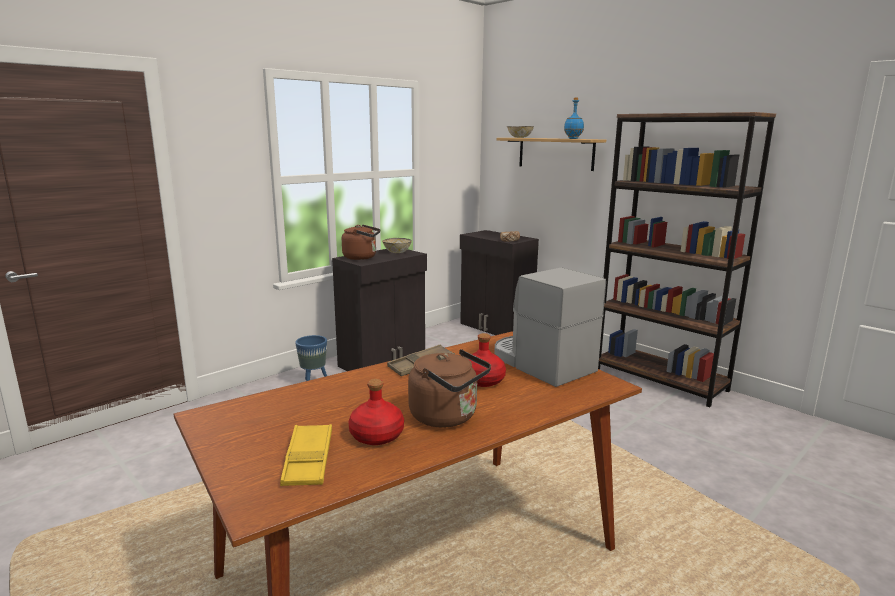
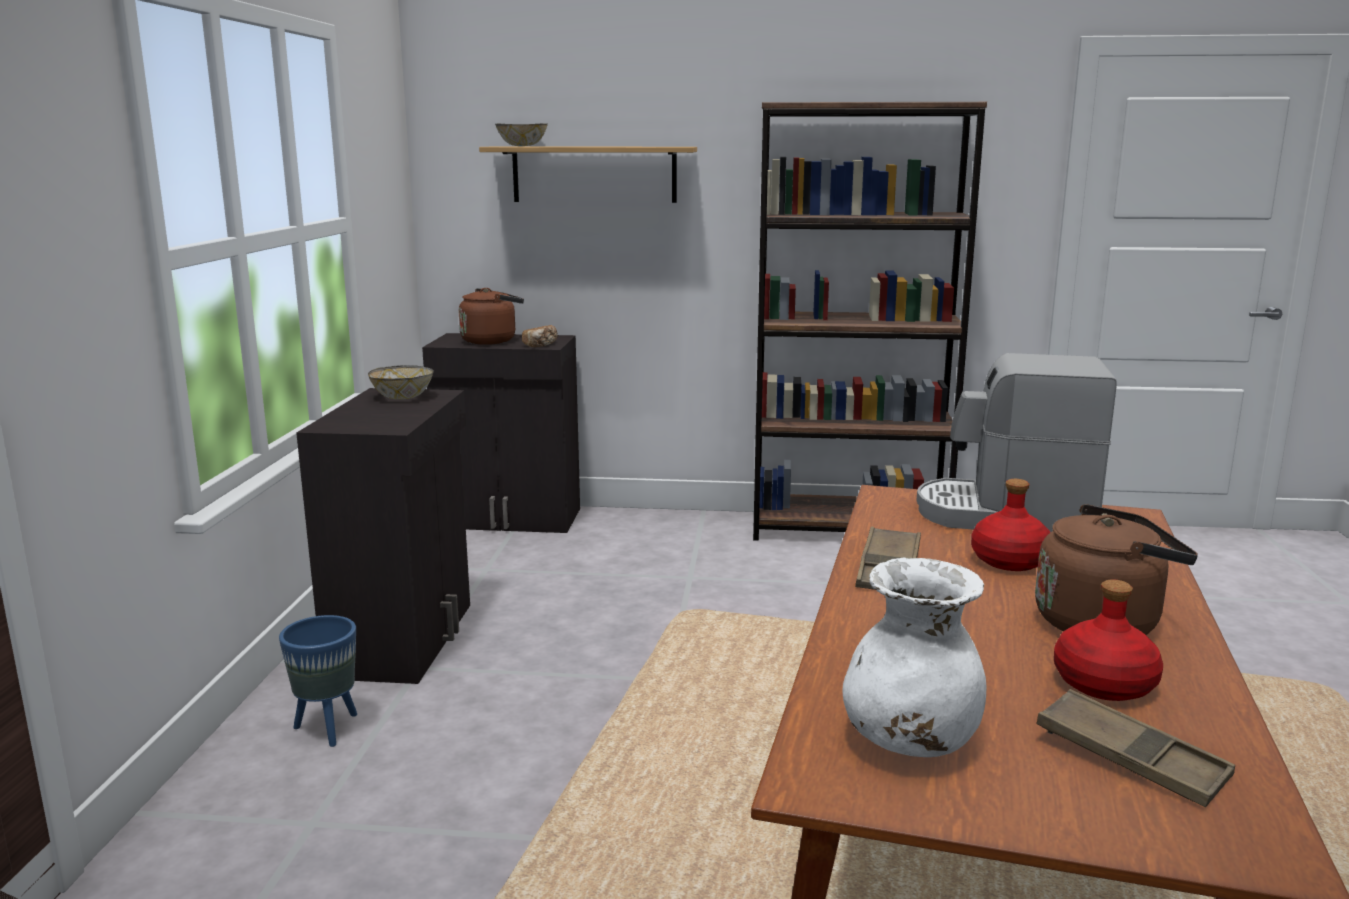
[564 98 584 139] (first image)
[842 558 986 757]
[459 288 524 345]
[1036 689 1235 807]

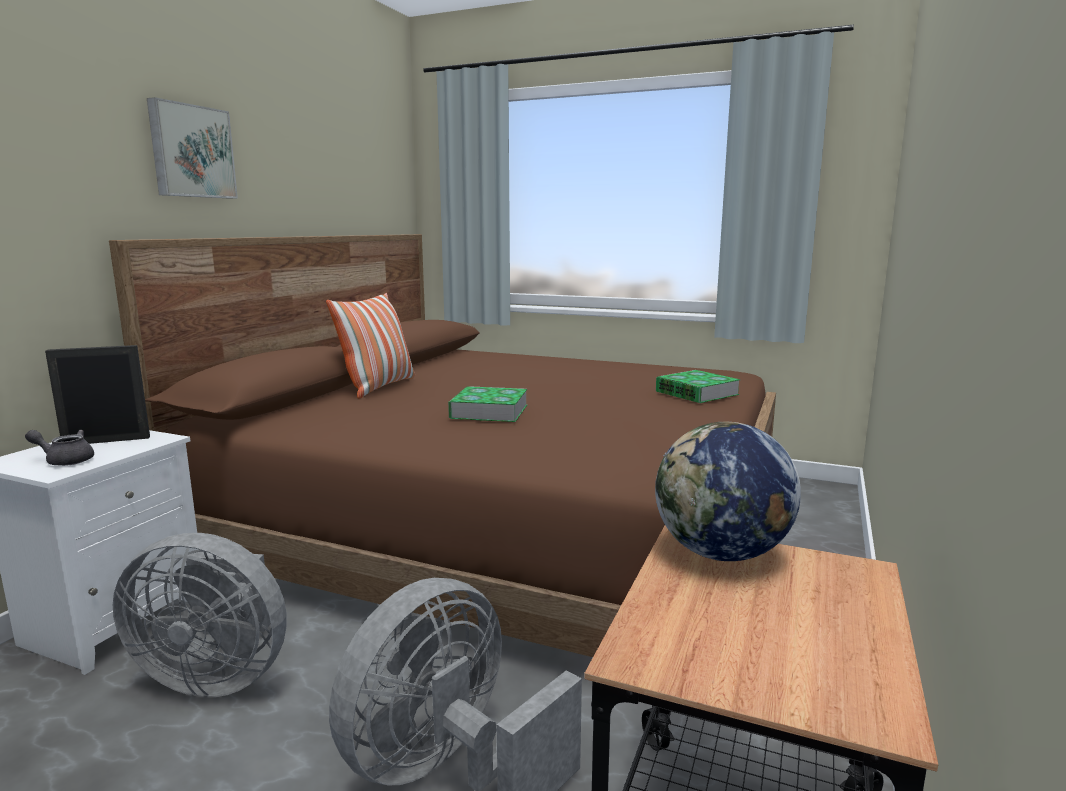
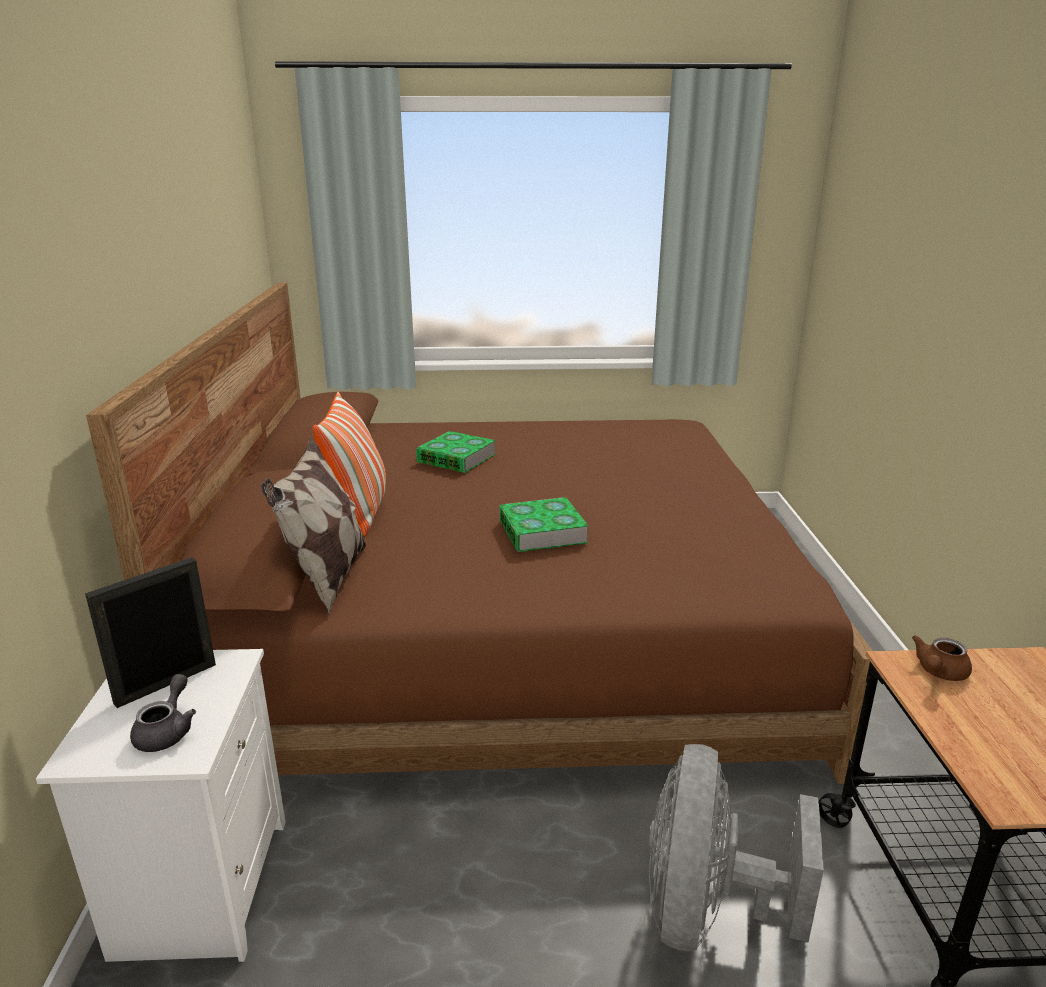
[113 533 287 697] (first image)
[147 97 238 199] (first image)
[261 438 366 614]
[416 431 496 473]
[912 635 972 681]
[130 674 196 752]

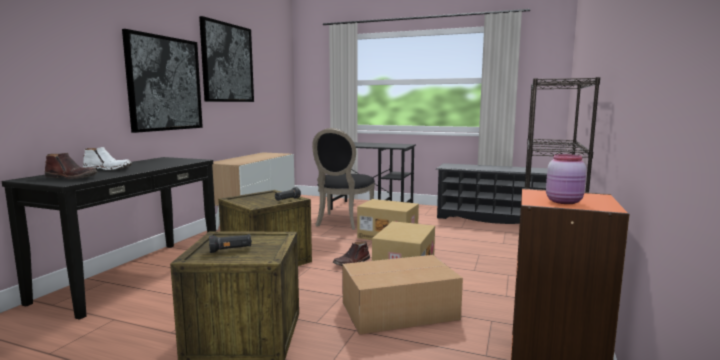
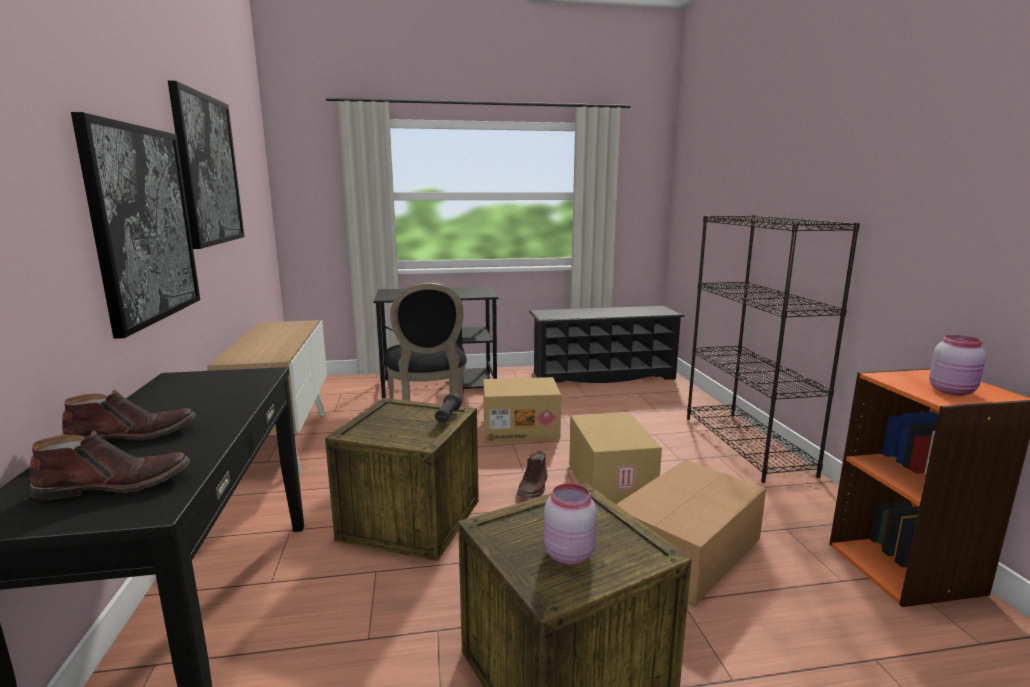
[544 483 597 565]
[62 390 196 440]

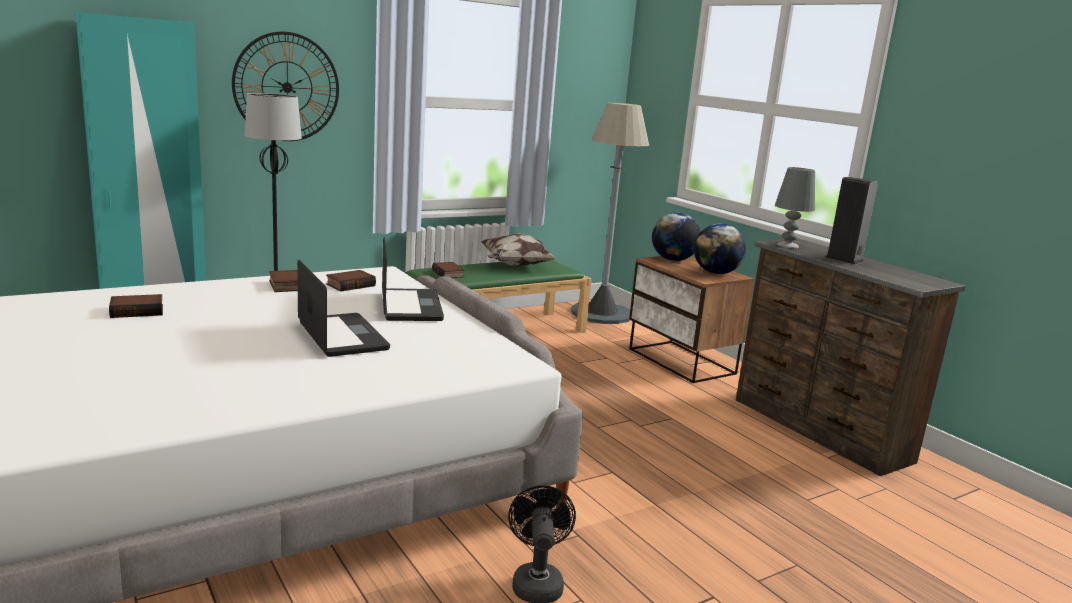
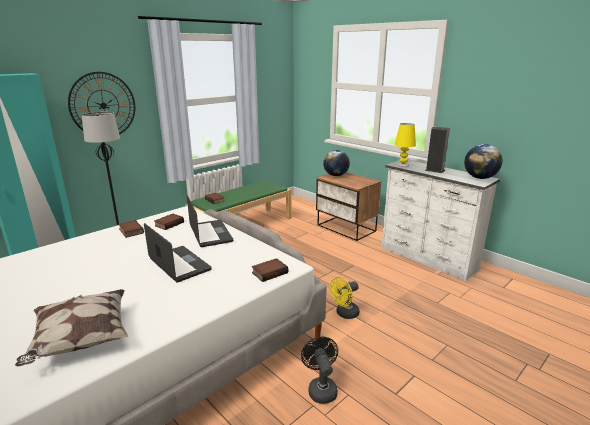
[571 103 649 324] (first image)
[330 277 360 319]
[252 258 288 282]
[15 289 129 367]
[464 144 503 179]
[381 160 500 281]
[394 123 416 167]

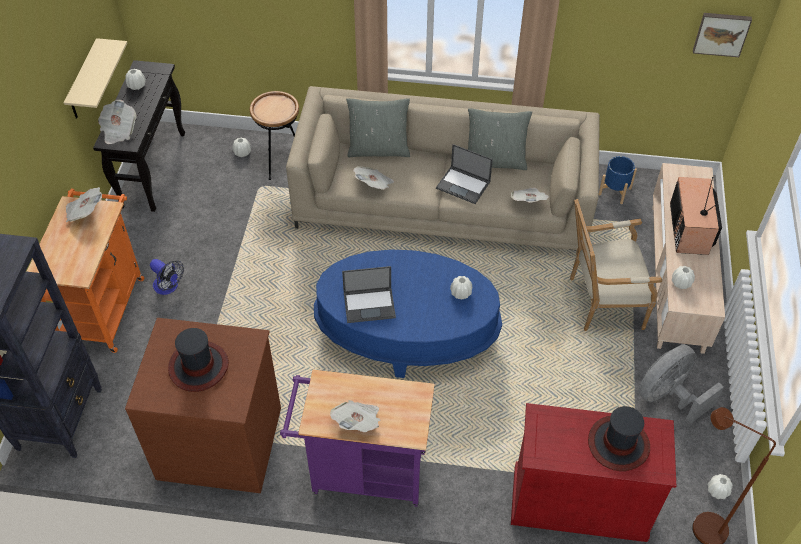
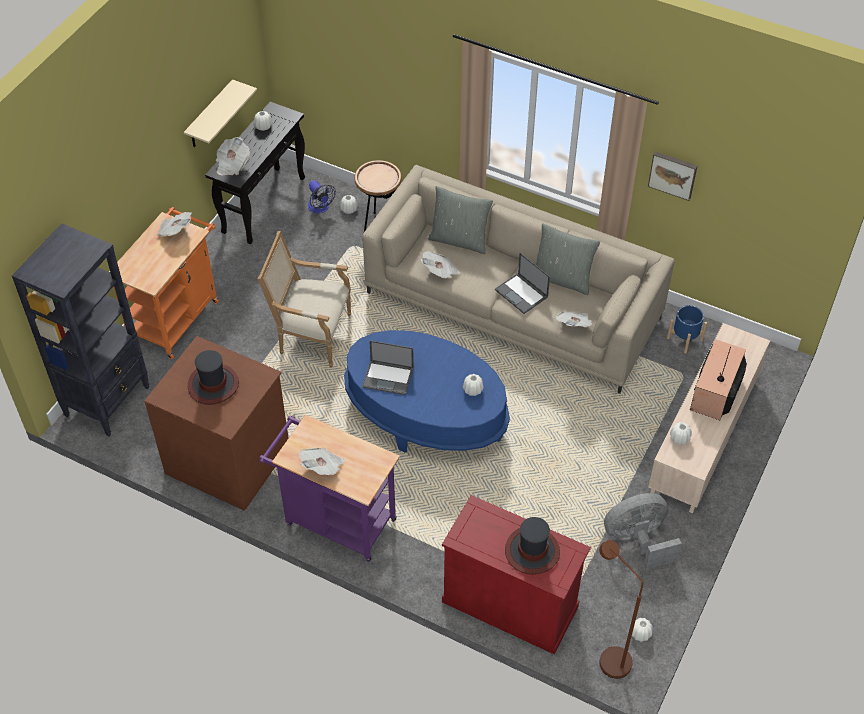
[308 180 336 214]
[258 231 351 367]
[648 151 697 201]

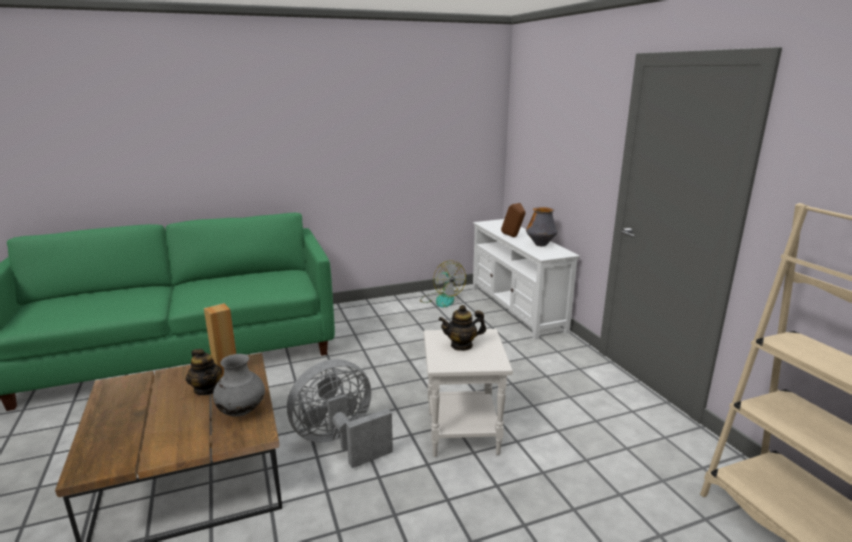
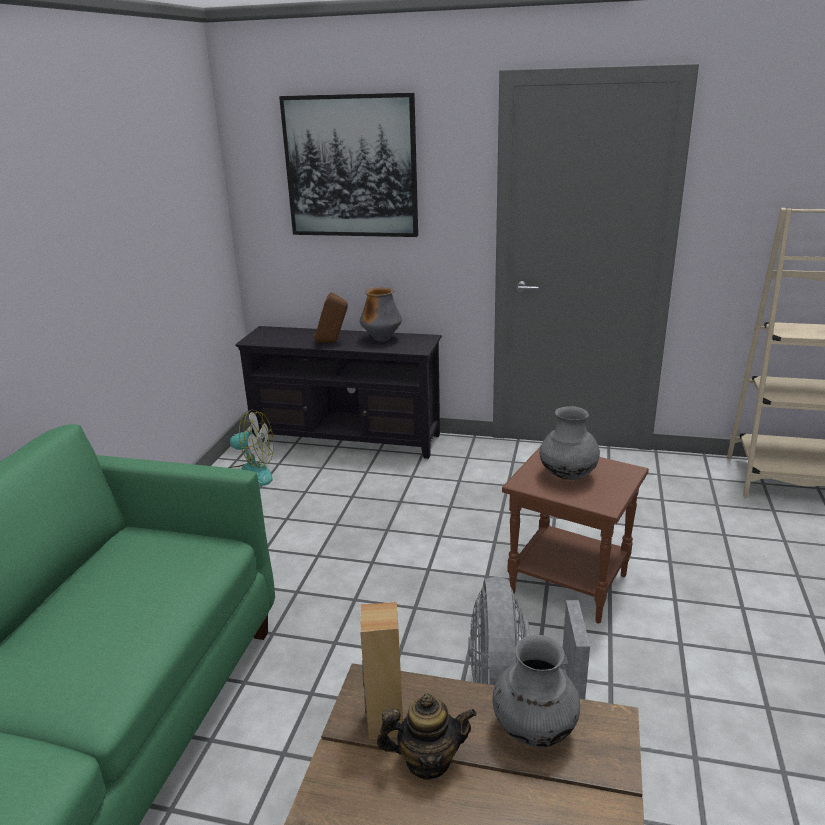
[279 93 418 237]
[540 406 600 480]
[502 447 649 624]
[235 326 442 459]

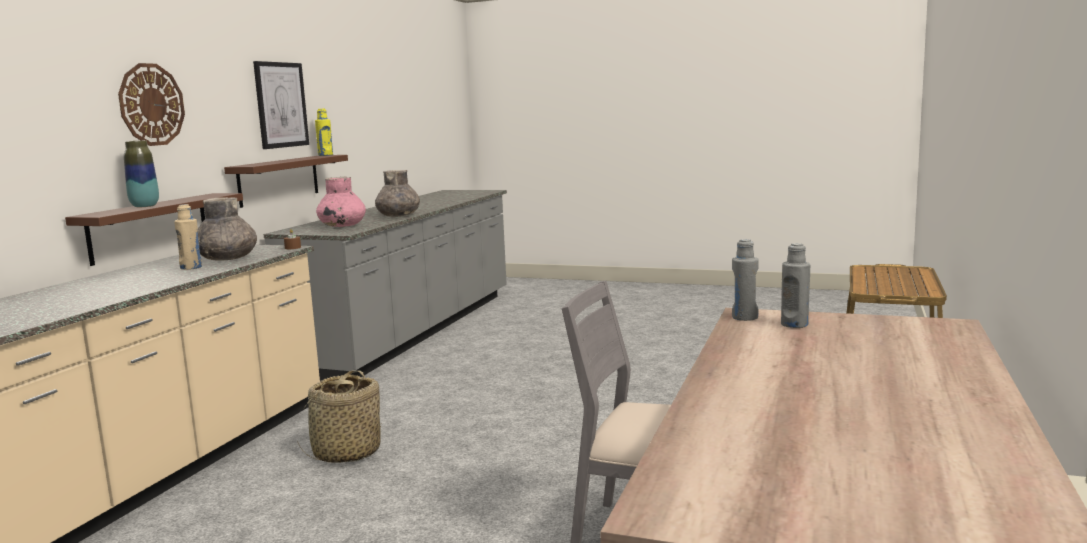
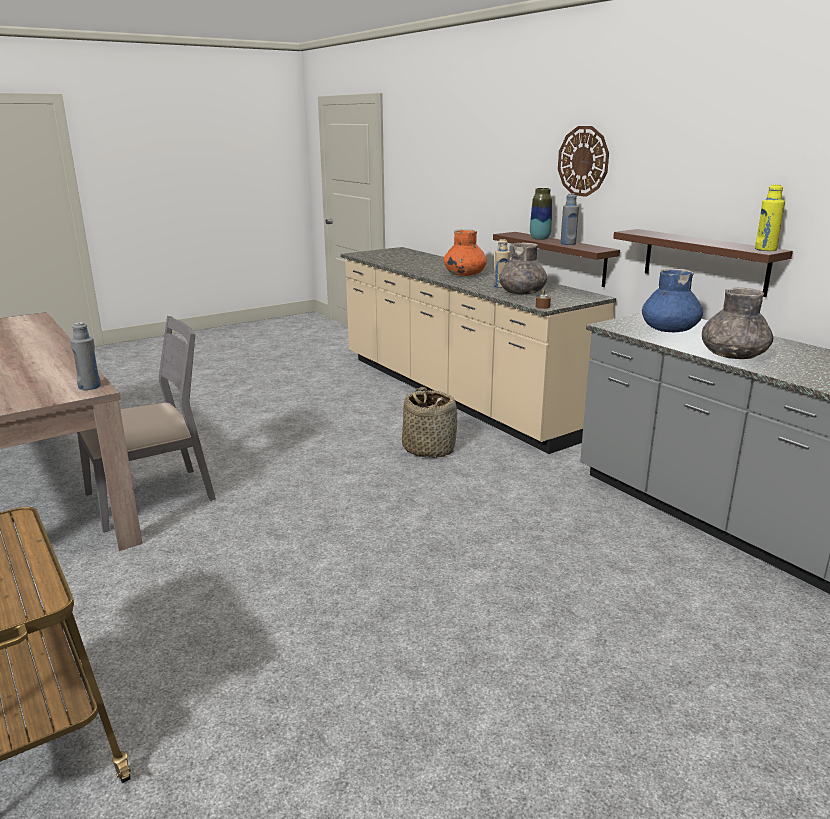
[253 61 309 149] (first image)
[444 230 487 276]
[560 193 579 245]
[642 269 703 332]

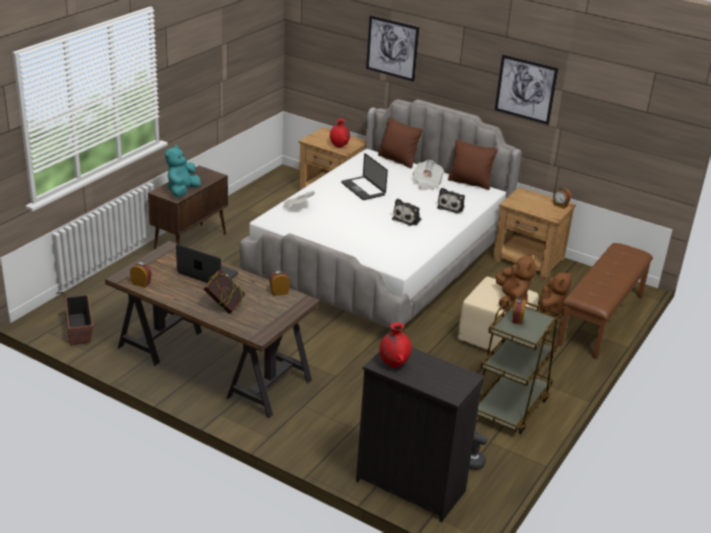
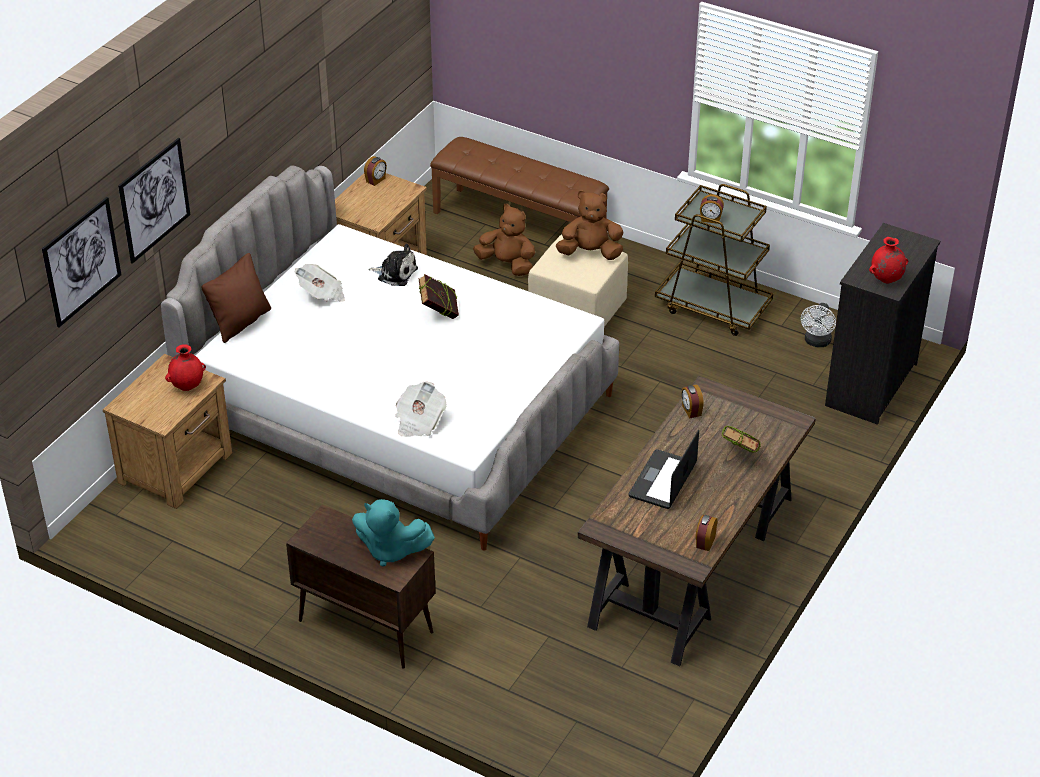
[56 292 93 345] (first image)
[341 153 388 200] (first image)
[448 140 497 190] (first image)
[42 197 121 327]
[418 274 459 319]

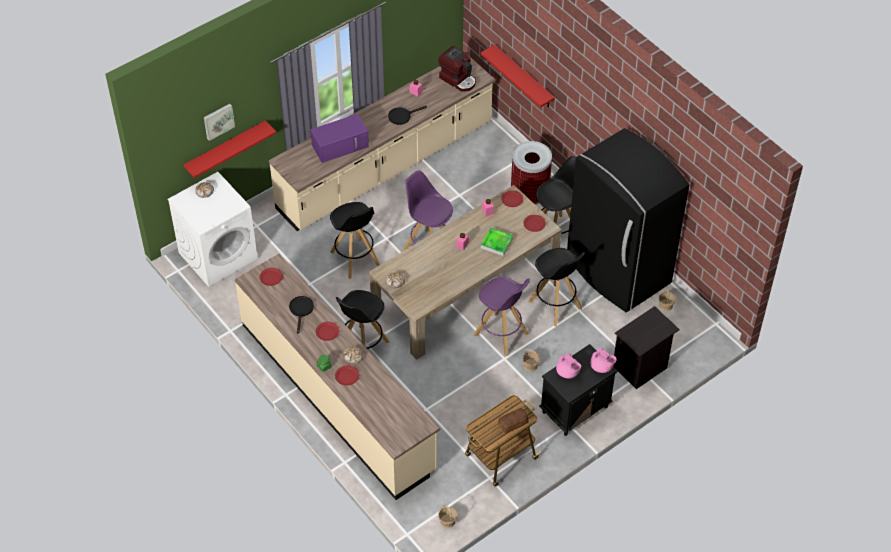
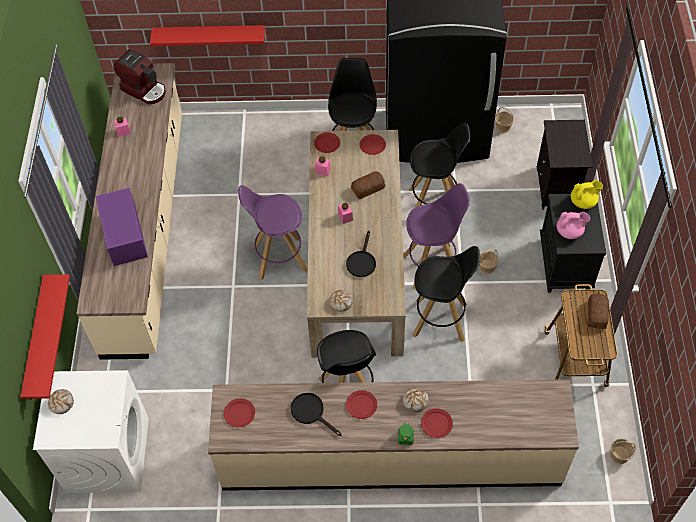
[204 104 235 141] (first image)
[511 141 552 205] (first image)
[412 246 480 342]
[346 231 376 277]
[351 171 385 199]
[571 180 603 209]
[95 188 148 266]
[114 49 166 104]

